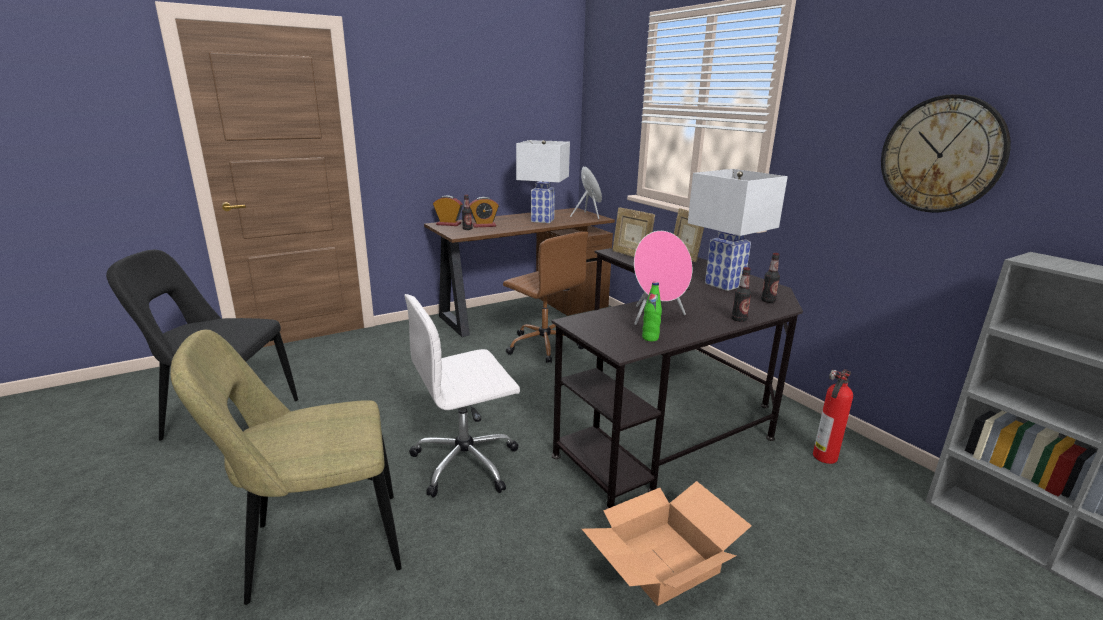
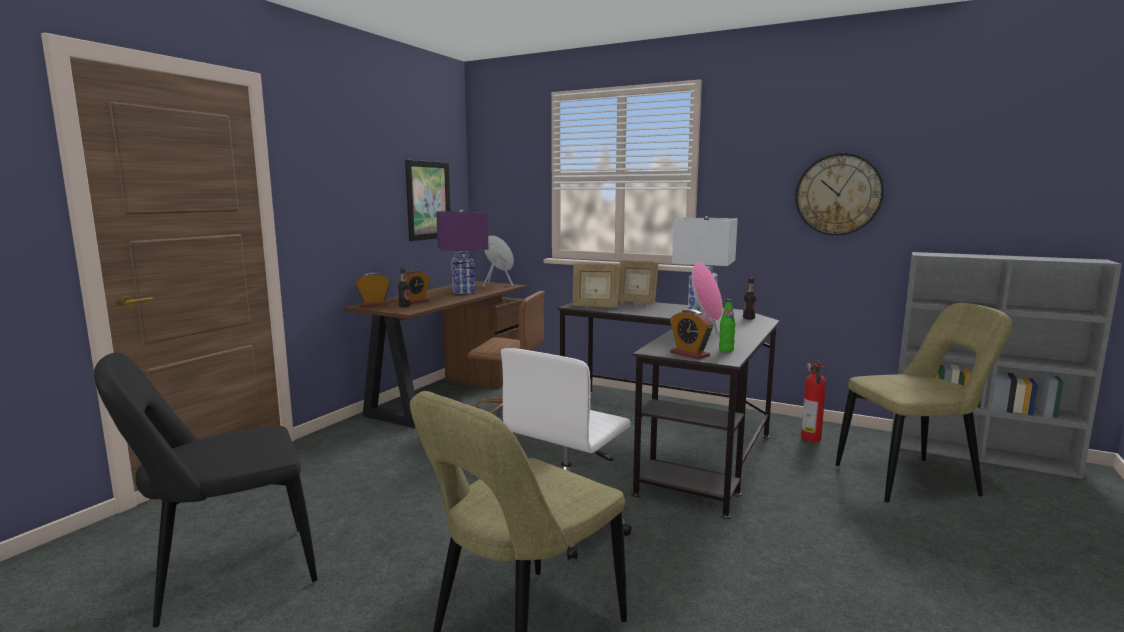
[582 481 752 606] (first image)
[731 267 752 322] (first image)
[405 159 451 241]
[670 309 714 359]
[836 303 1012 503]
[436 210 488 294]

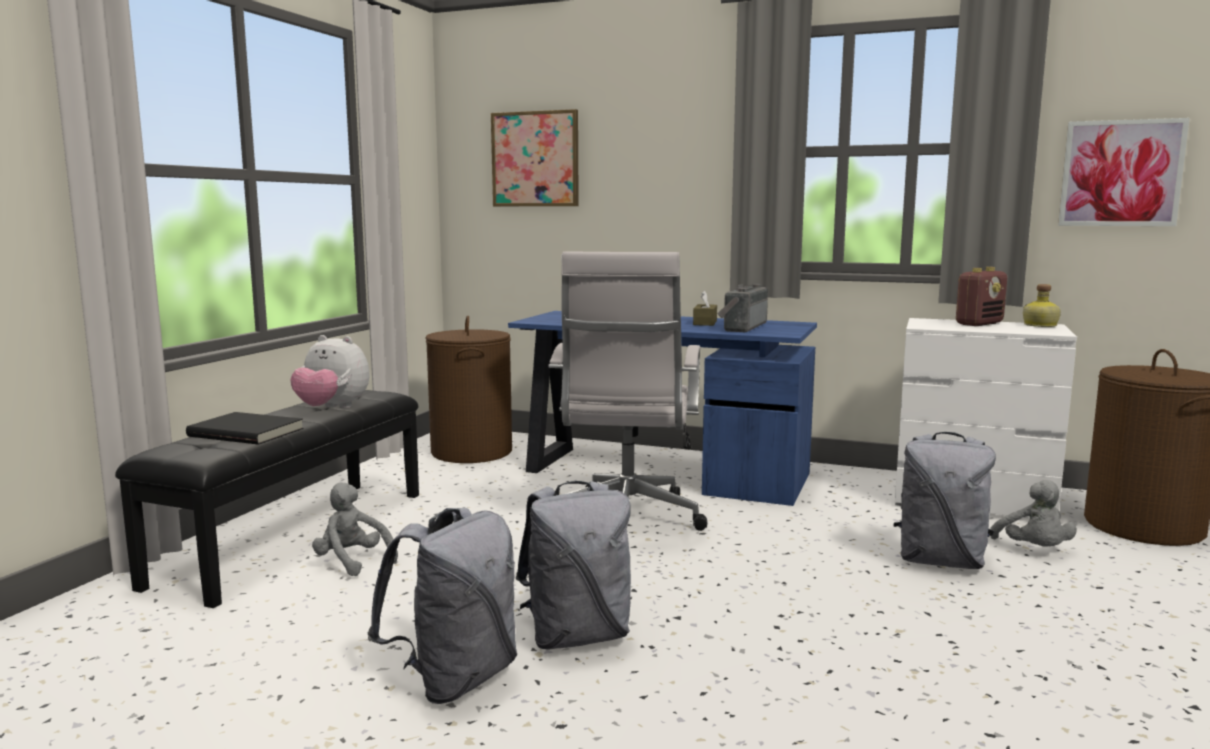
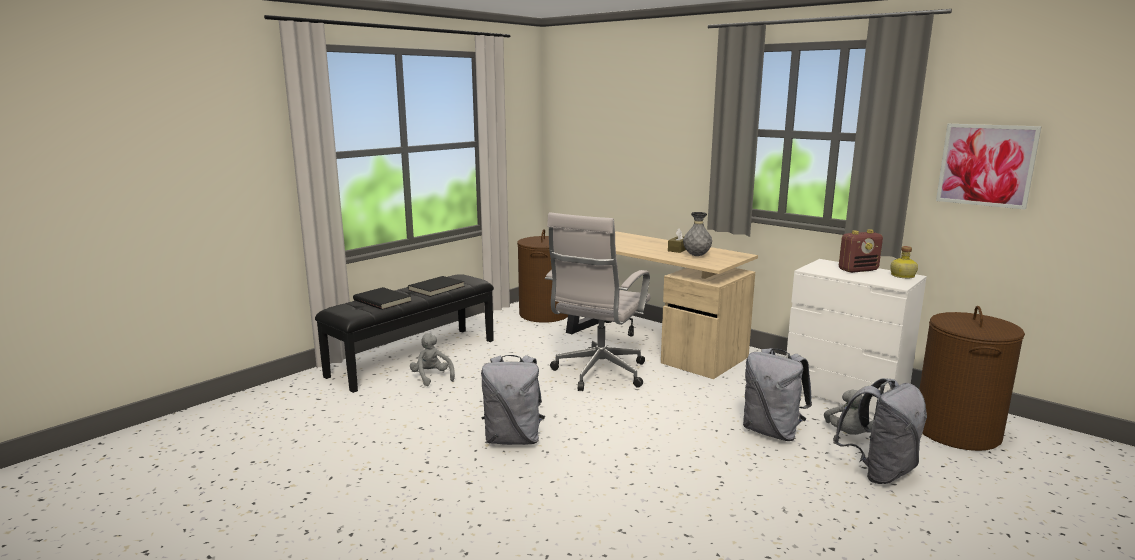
[491 109 579 206] (first image)
[833 378 927 484]
[408 276 464 297]
[683 212 712 256]
[566 231 758 379]

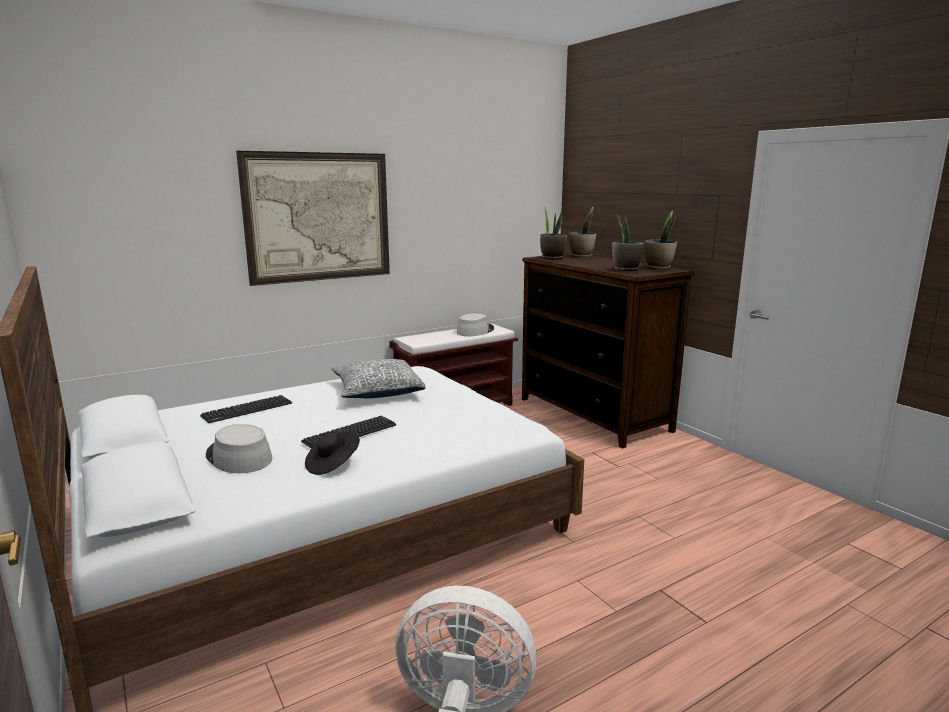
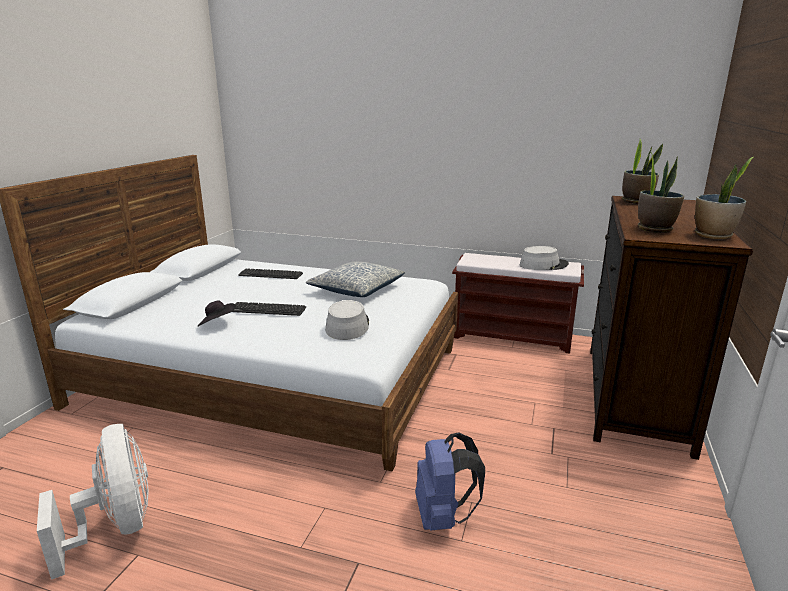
[236 151 390 286] (first image)
[569 206 596 258] (first image)
[415 432 485 531]
[325 300 369 340]

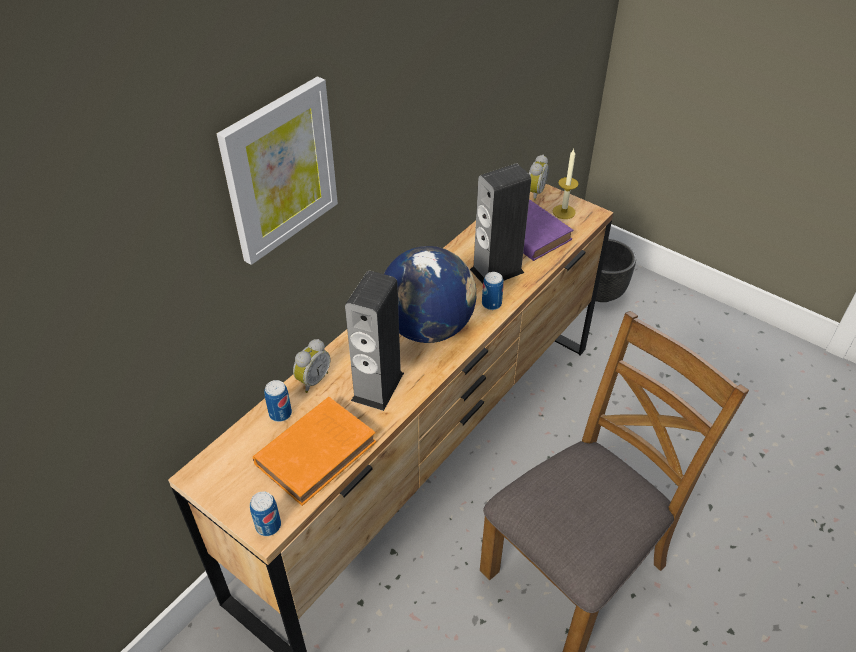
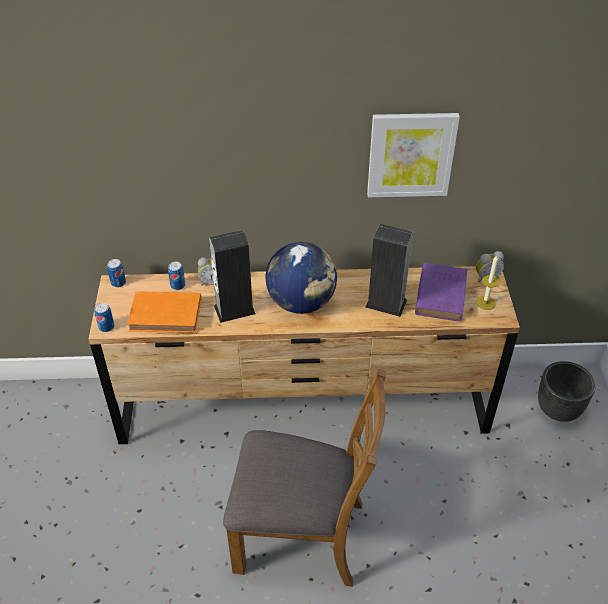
[367 113 460 197]
[107 259 126 288]

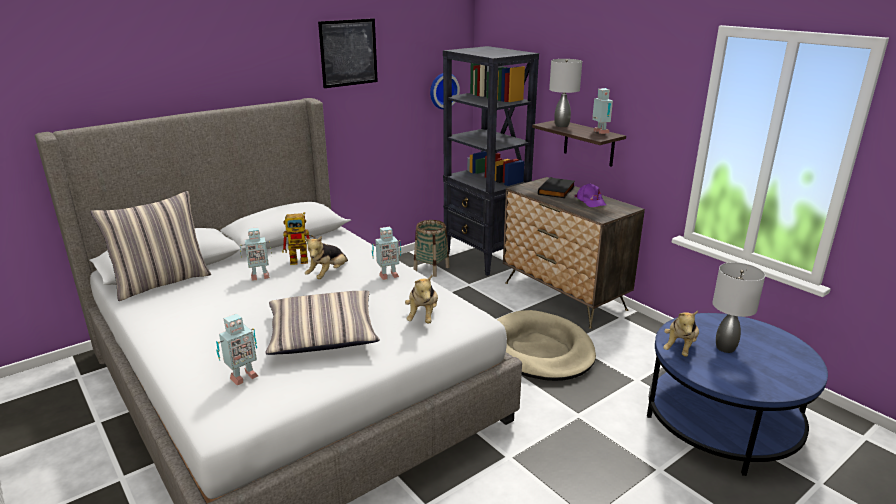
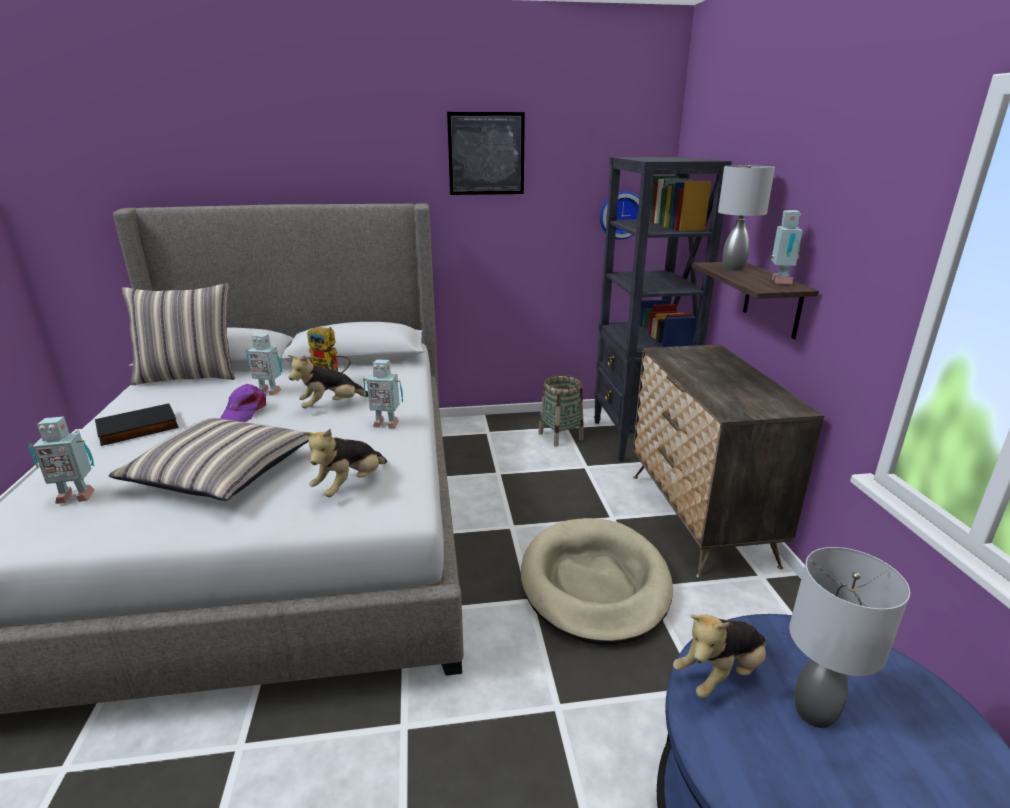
[95 403 179 446]
[220 384 266 422]

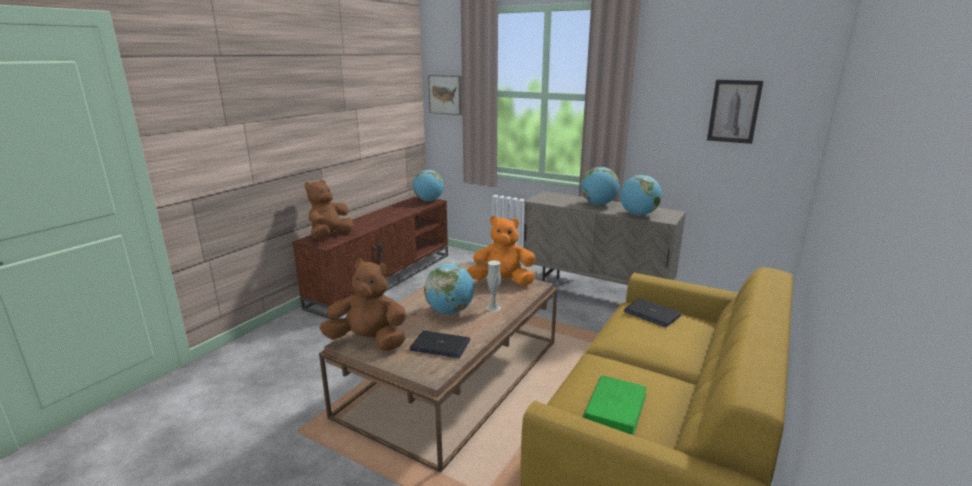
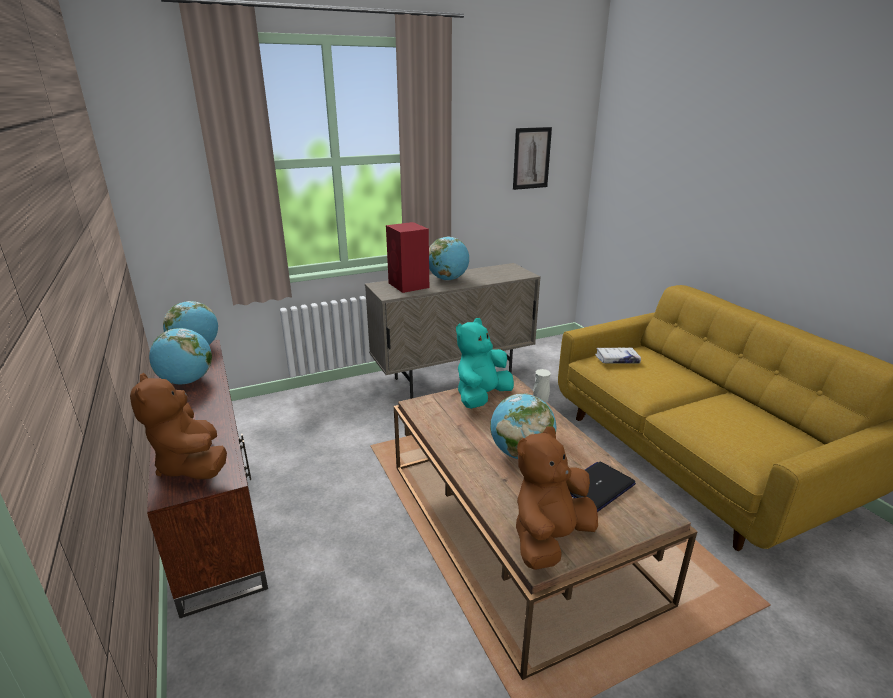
[428 75 462 115] (first image)
[583 375 647 435] (first image)
[386 222 429 293]
[149 328 212 384]
[595 348 641 364]
[456 318 514 409]

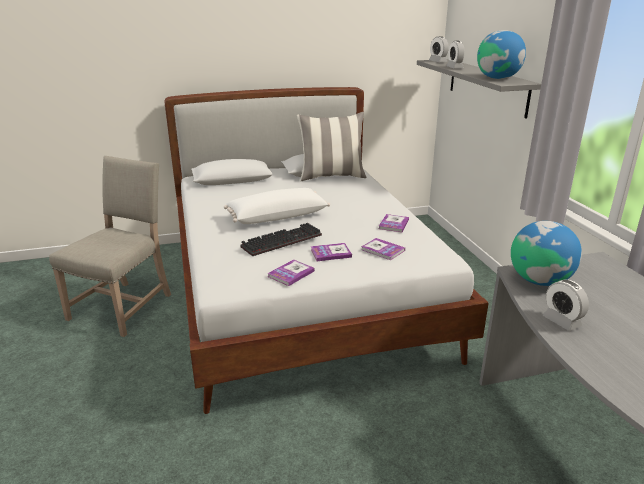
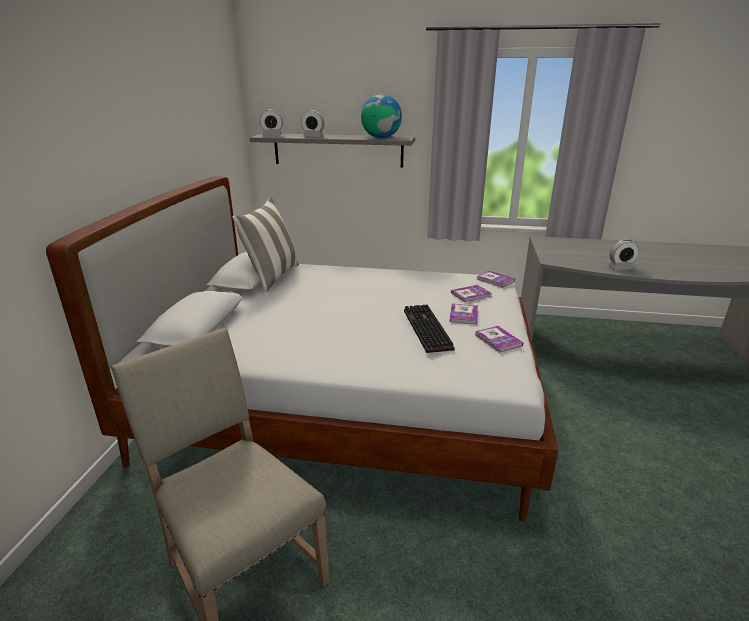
[224 188 330 224] (first image)
[511 221 582 286] (first image)
[477 271 515 288]

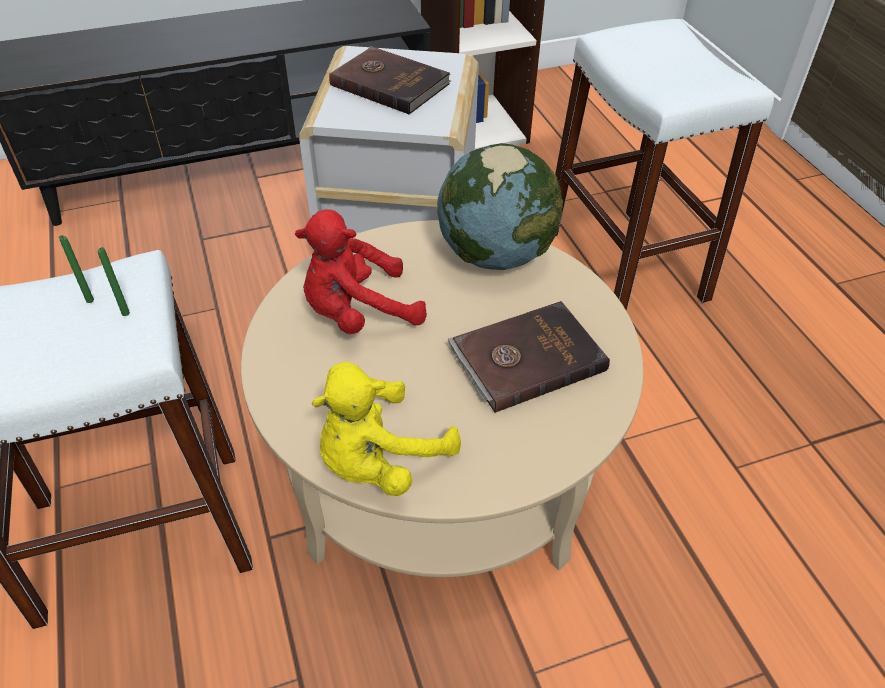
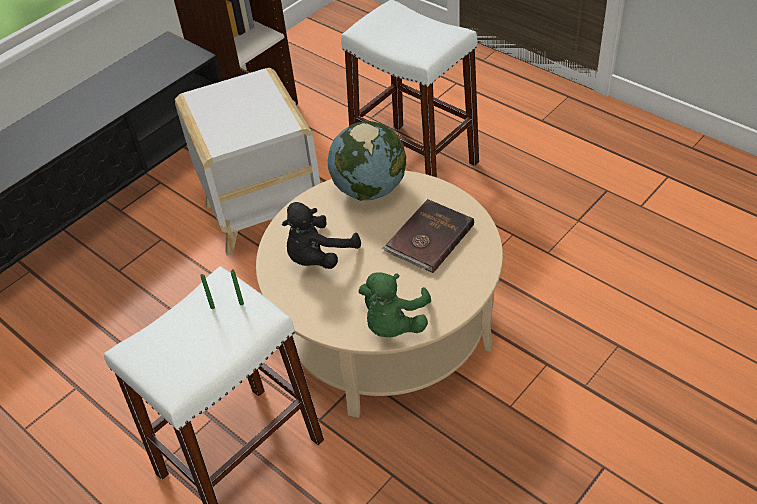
[329 46 451 115] (first image)
[282 202 361 269]
[359 272 431 337]

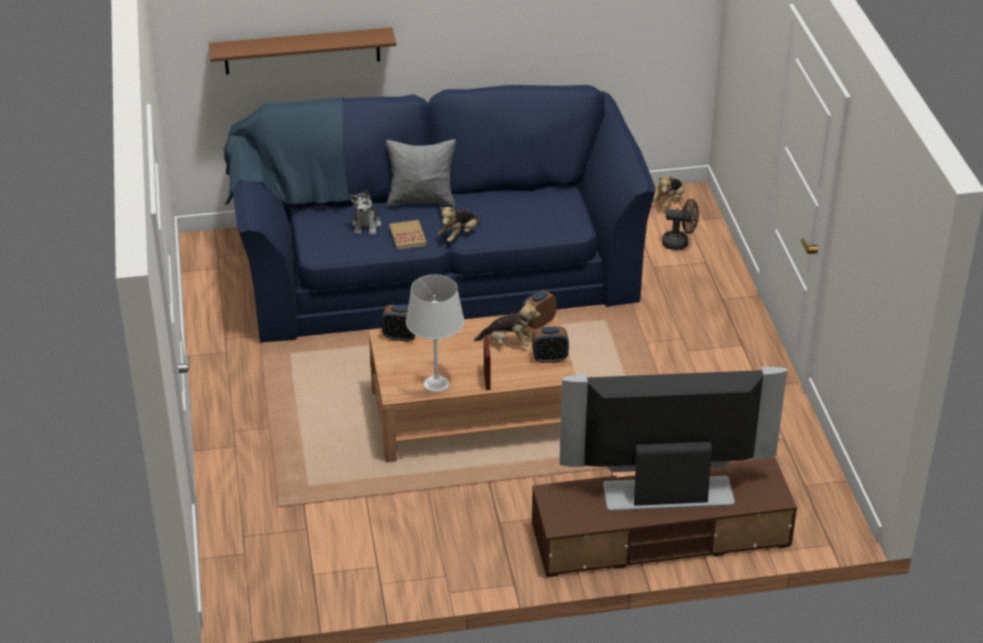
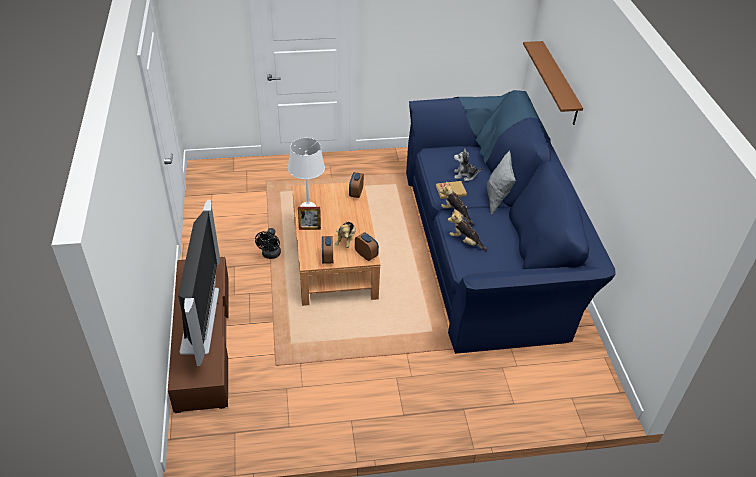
[448 209 487 251]
[255 228 281 259]

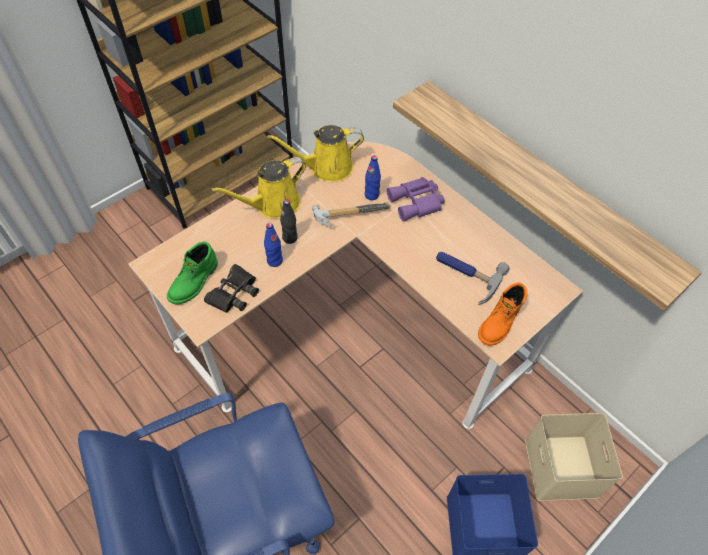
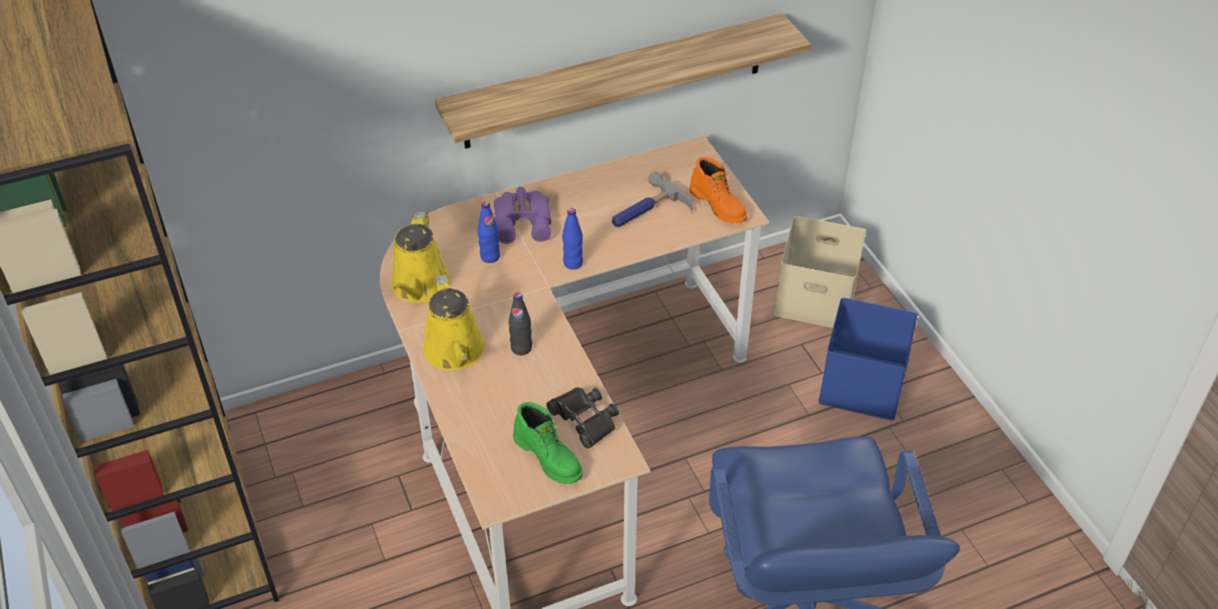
[312 202 390 226] (first image)
[562 208 583 270]

